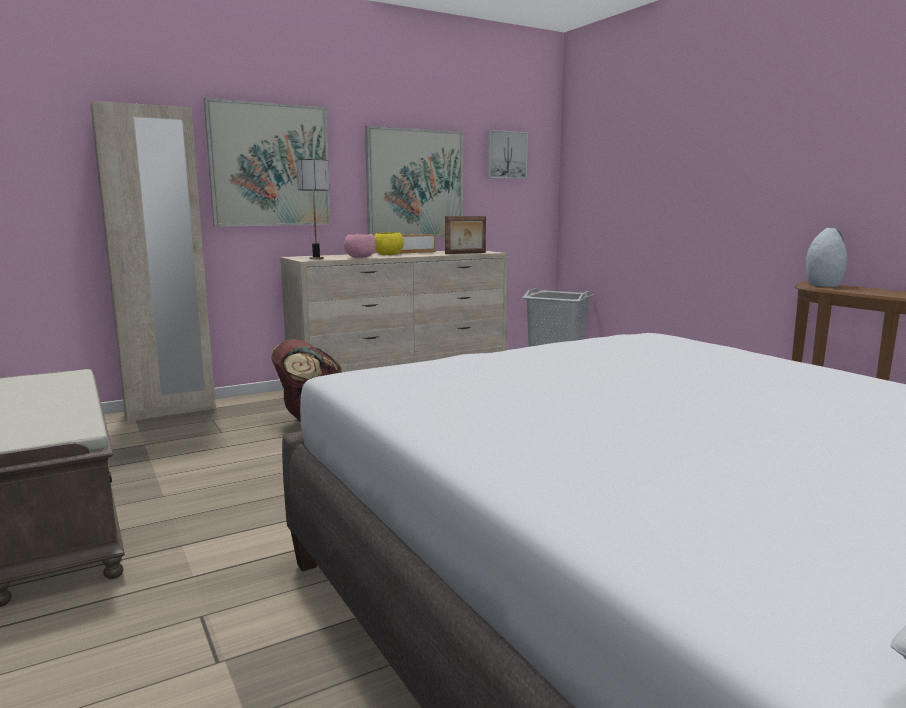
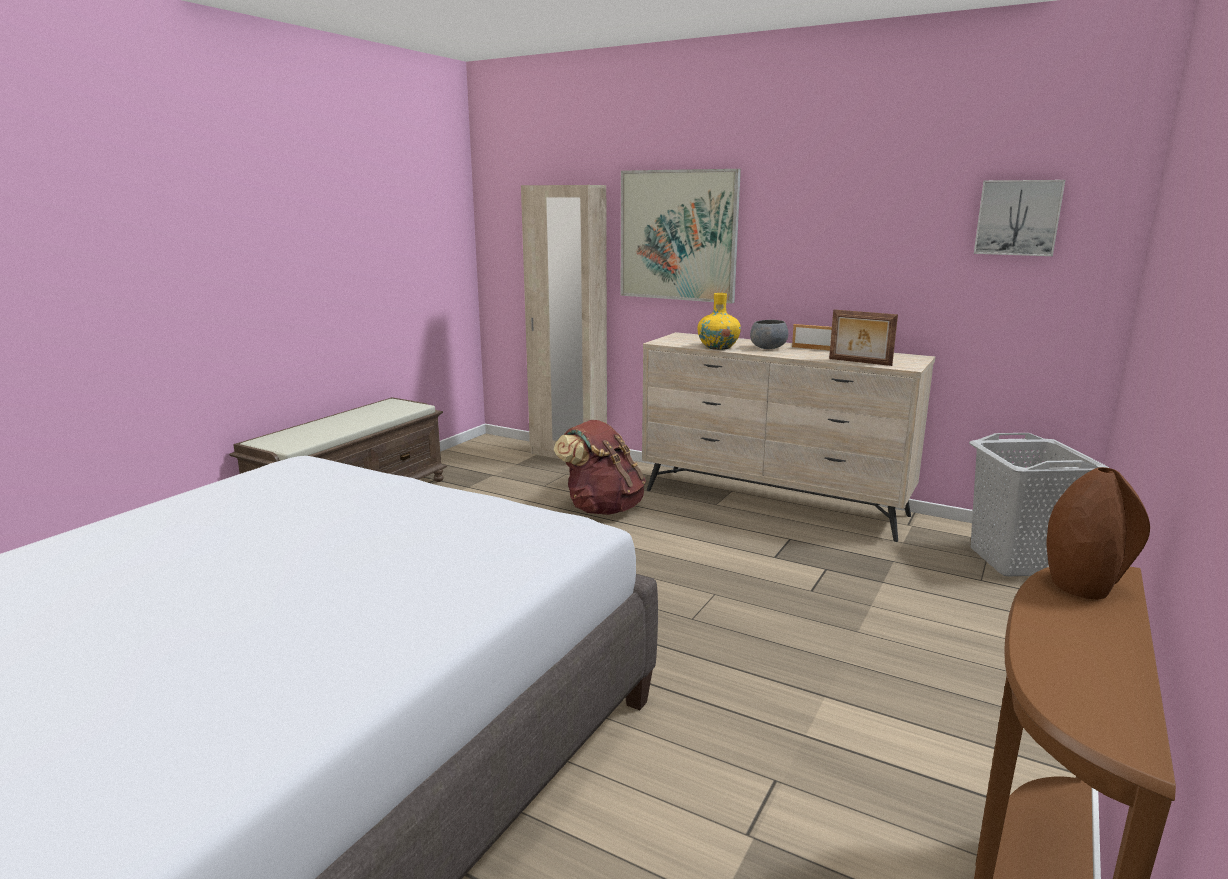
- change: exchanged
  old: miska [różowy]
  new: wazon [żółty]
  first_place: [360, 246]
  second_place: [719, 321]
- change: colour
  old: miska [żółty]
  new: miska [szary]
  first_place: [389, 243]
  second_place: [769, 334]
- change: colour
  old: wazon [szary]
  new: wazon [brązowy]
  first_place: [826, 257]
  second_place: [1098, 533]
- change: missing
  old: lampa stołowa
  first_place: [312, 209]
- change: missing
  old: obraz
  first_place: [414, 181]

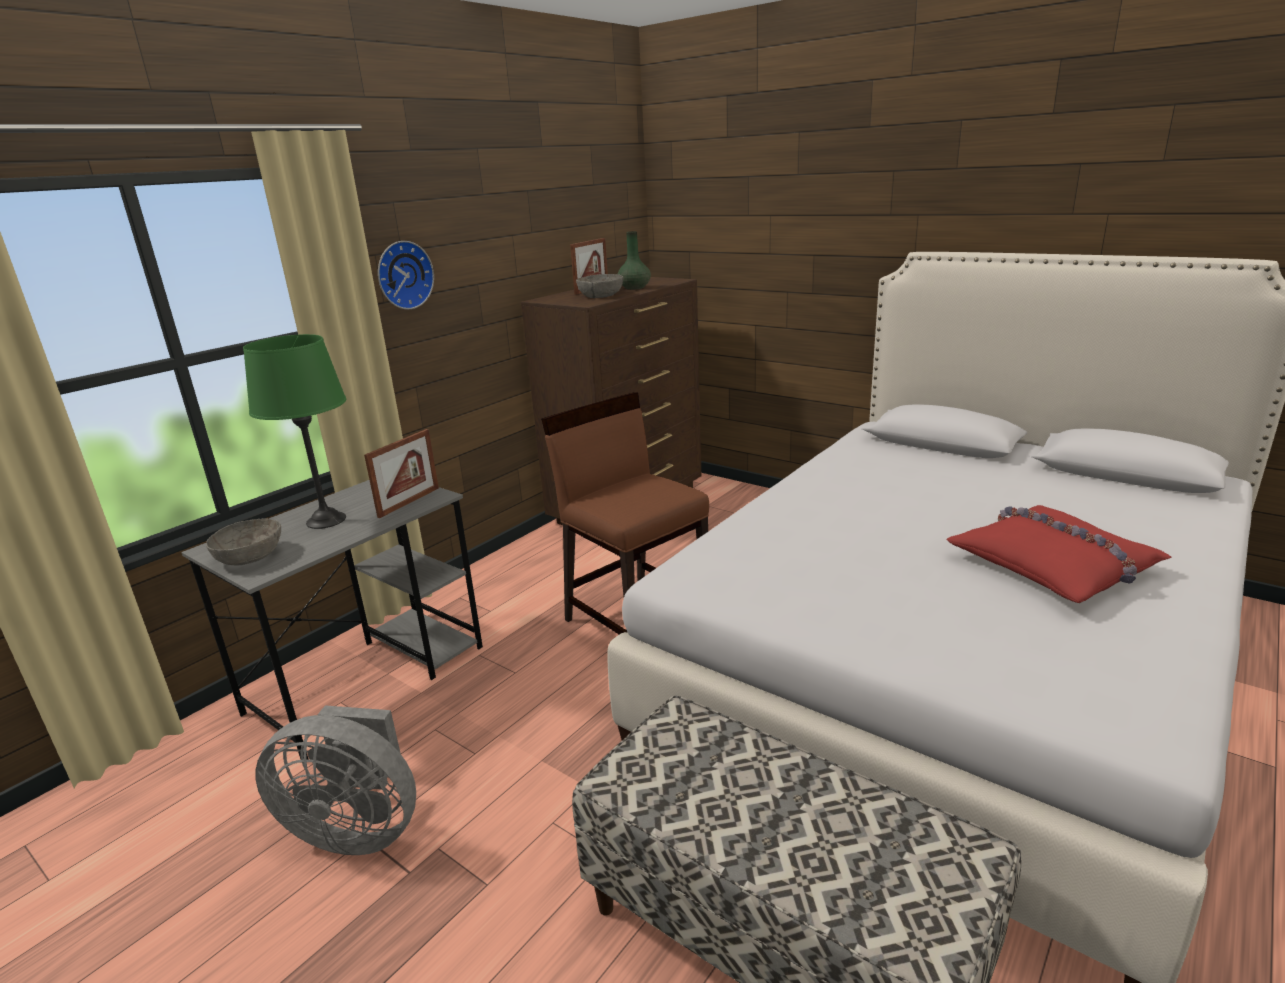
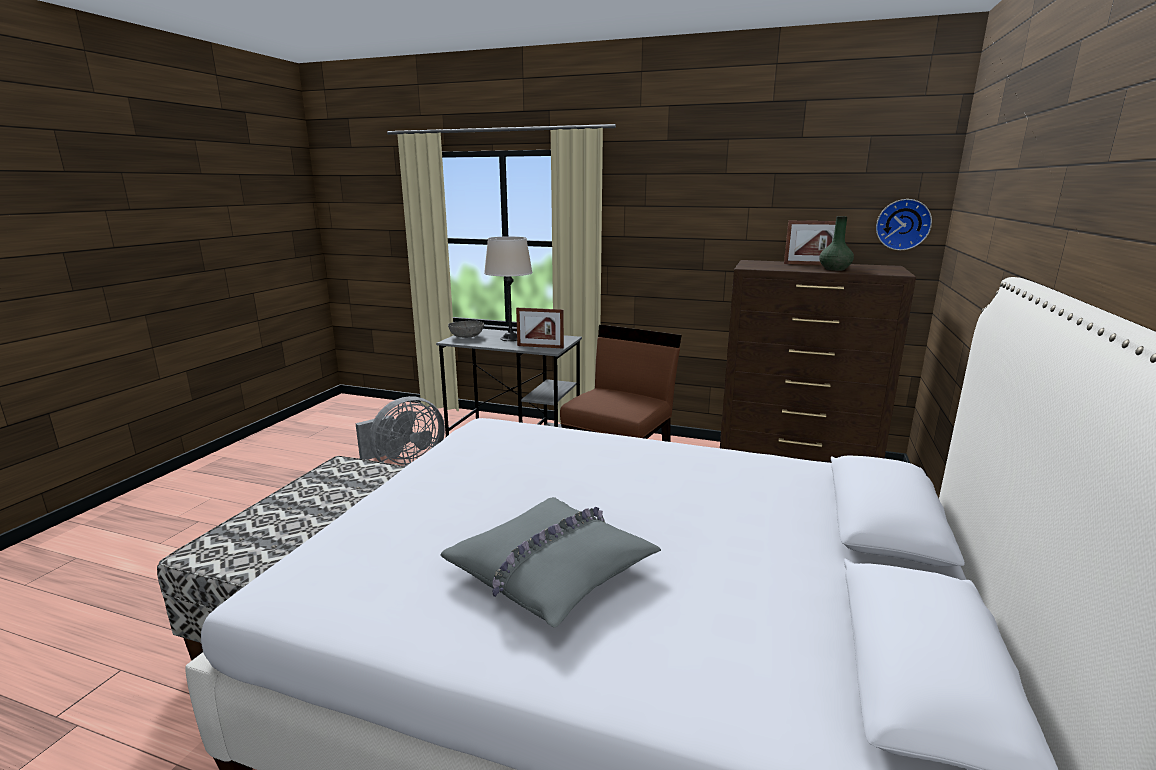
- change: spun
  old: wentylator [szary]
  first_place: [335, 780]
  second_place: [400, 431]
  degrees: -120
- change: colour
  old: poduszka [czerwony]
  new: poduszka [szary]
  first_place: [1058, 554]
  second_place: [550, 562]
- change: colour
  old: lampa stołowa [zielony]
  new: lampa stołowa [beżowy]
  first_place: [294, 431]
  second_place: [508, 288]
- change: relocated
  old: zegar ścienny
  first_place: [406, 275]
  second_place: [904, 224]
- change: missing
  old: miska [szary]
  first_place: [599, 286]

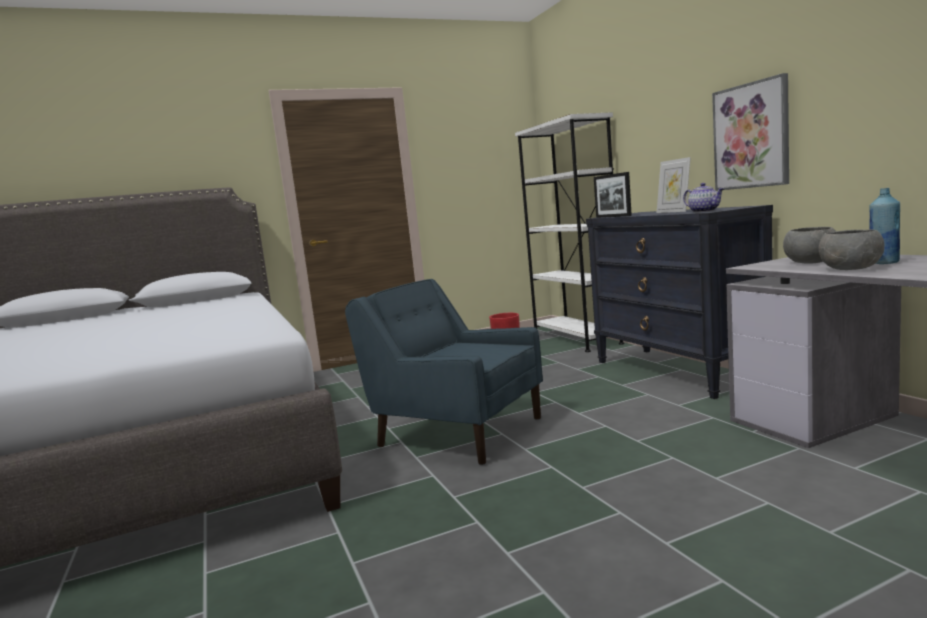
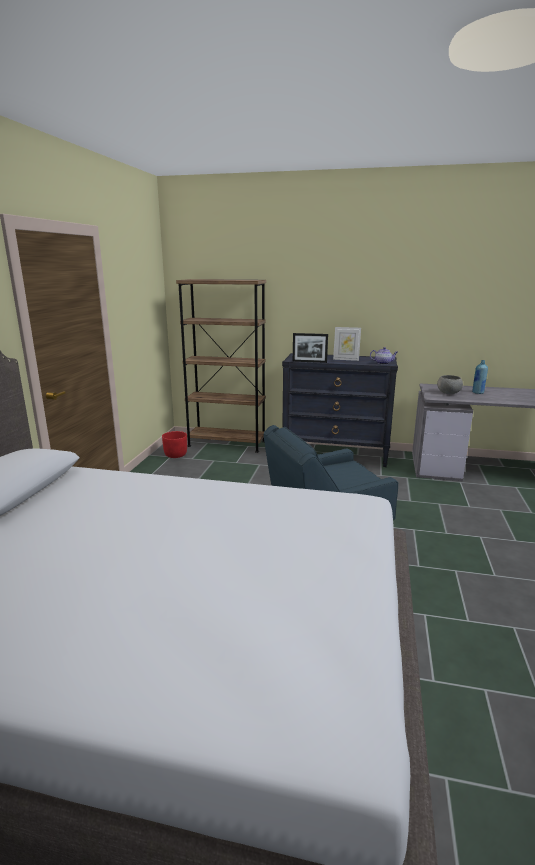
- change: colour
  old: regał [biały]
  new: regał [brązowy]
  first_place: [570, 232]
  second_place: [221, 366]
- change: missing
  old: obraz
  first_place: [750, 132]
- change: missing
  old: miska [szary]
  first_place: [851, 250]

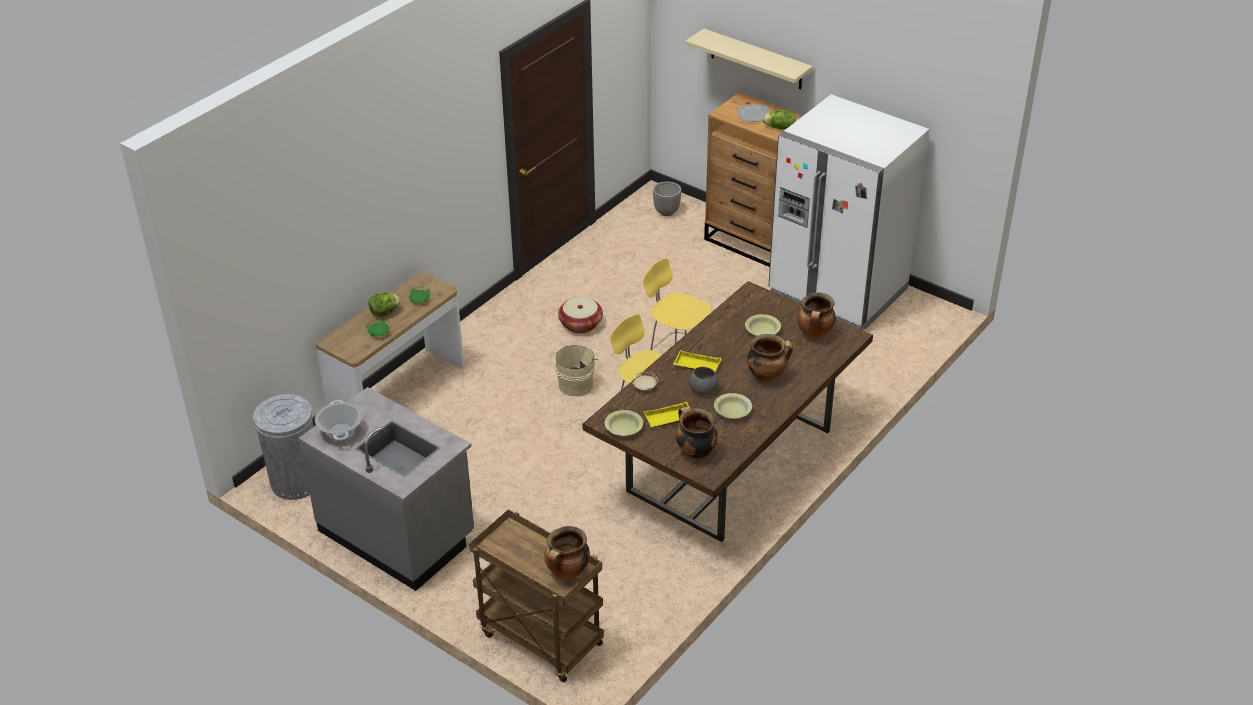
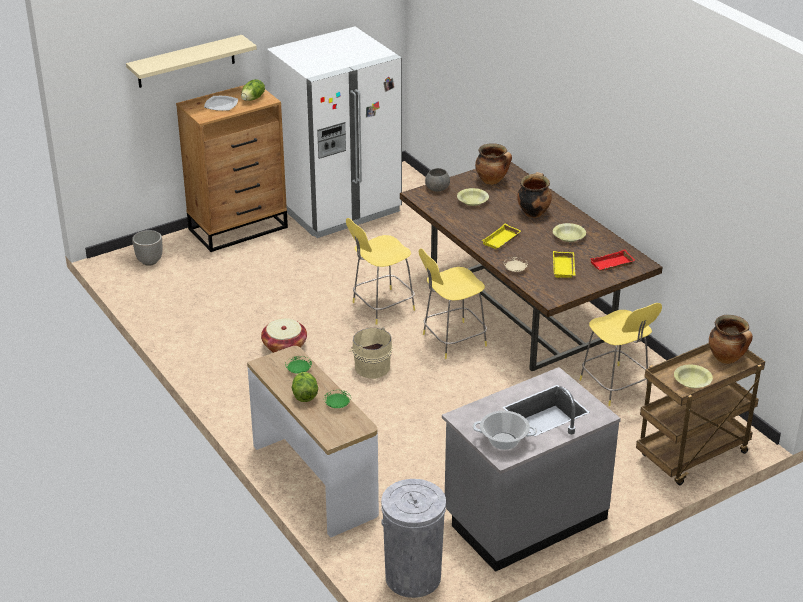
- change: relocated
  old: miska [szary]
  first_place: [704, 381]
  second_place: [437, 179]
- change: appeared
  new: stołek [żółty]
  second_place: [621, 354]
- change: exchanged
  old: garnek
  new: taca [czerwony]
  first_place: [697, 433]
  second_place: [612, 260]
- change: relocated
  old: miska [żółty]
  first_place: [624, 423]
  second_place: [693, 376]

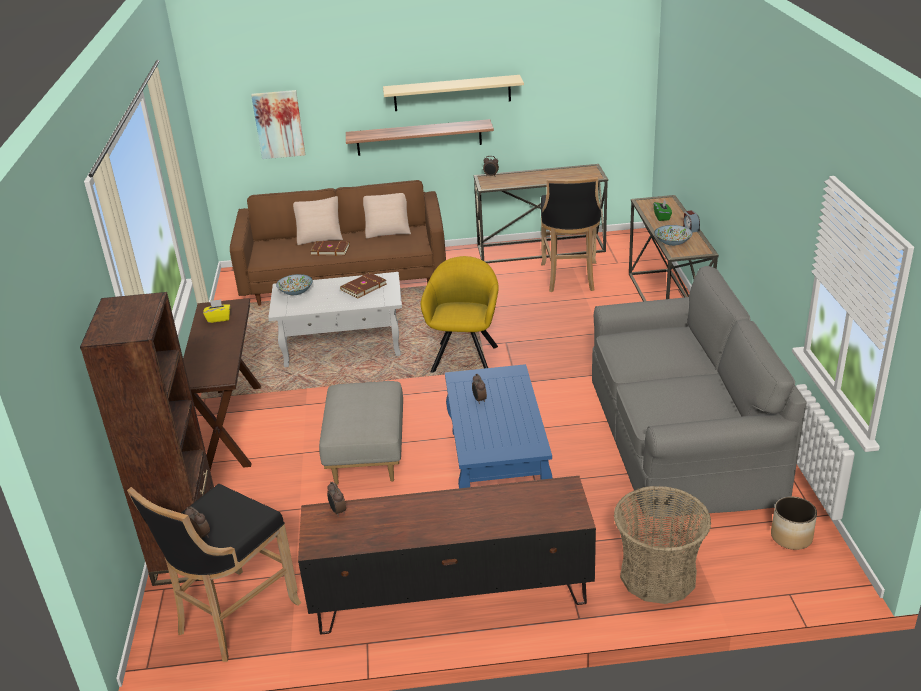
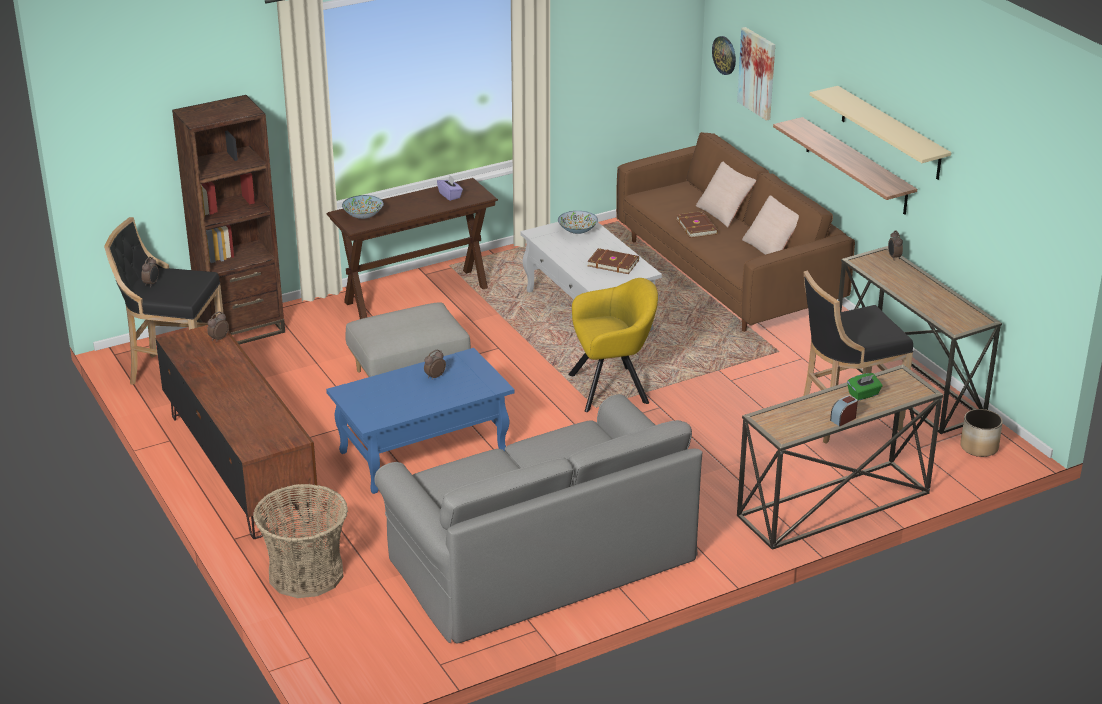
- change: relocated
  old: miska
  first_place: [673, 235]
  second_place: [363, 207]
- change: colour
  old: pudełko chusteczek [żółty]
  new: pudełko chusteczek [fioletowy]
  first_place: [216, 311]
  second_place: [450, 188]
- change: appeared
  new: zegar ścienny
  second_place: [724, 55]
- change: relocated
  old: donica
  first_place: [794, 523]
  second_place: [981, 433]

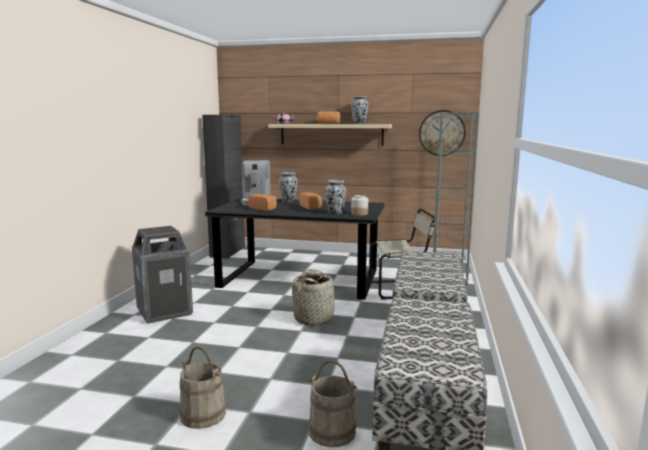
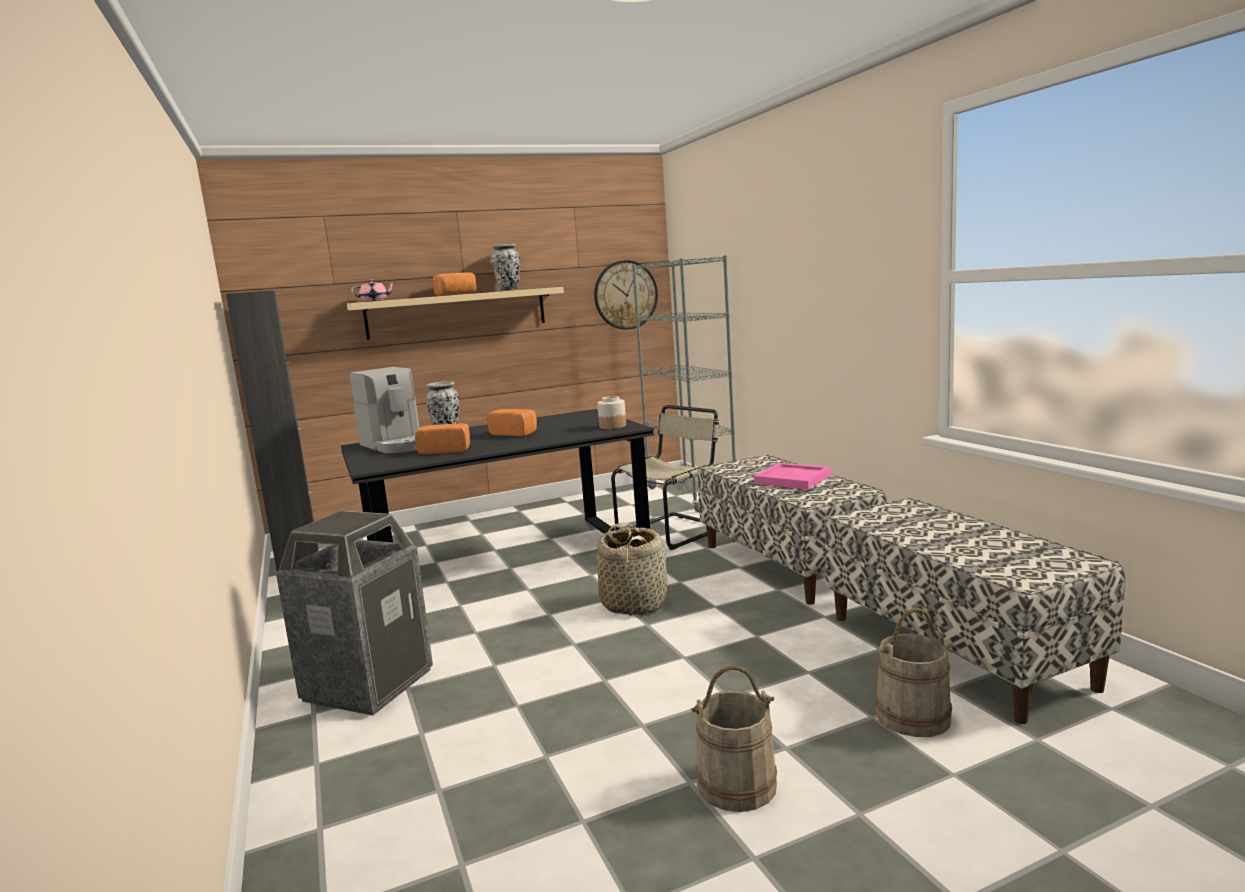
- change: appeared
  new: taca [różowy]
  second_place: [792, 476]
- change: missing
  old: wazon
  first_place: [335, 197]

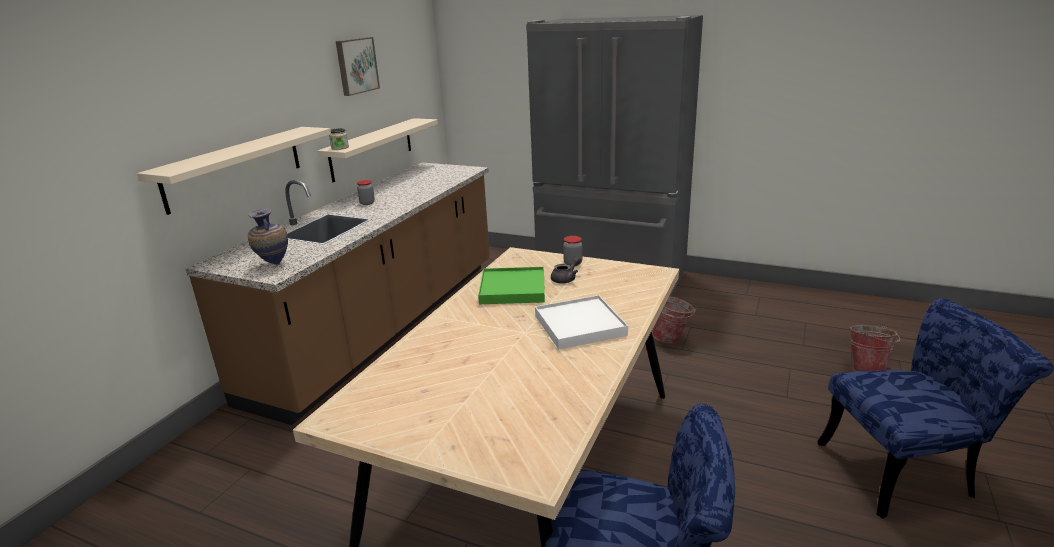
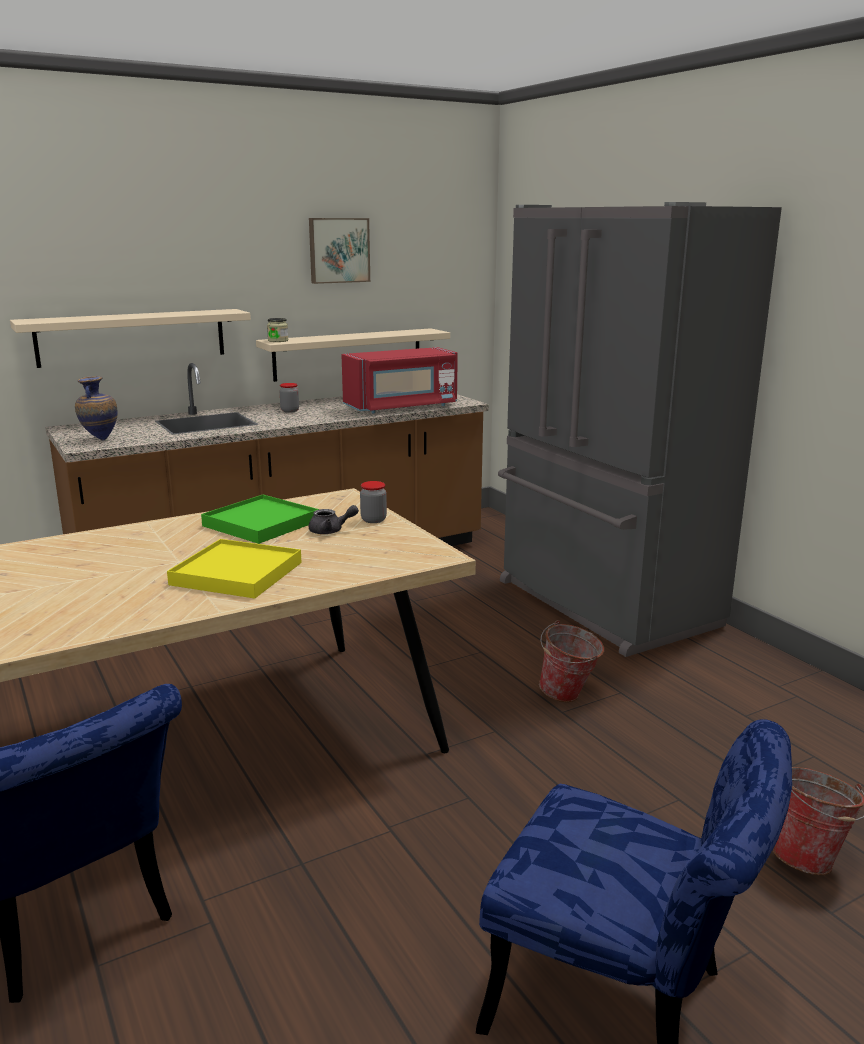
- change: colour
  old: taca [biały]
  new: taca [żółty]
  first_place: [581, 322]
  second_place: [234, 569]
- change: appeared
  new: mikrofalówka [czerwony]
  second_place: [399, 380]

